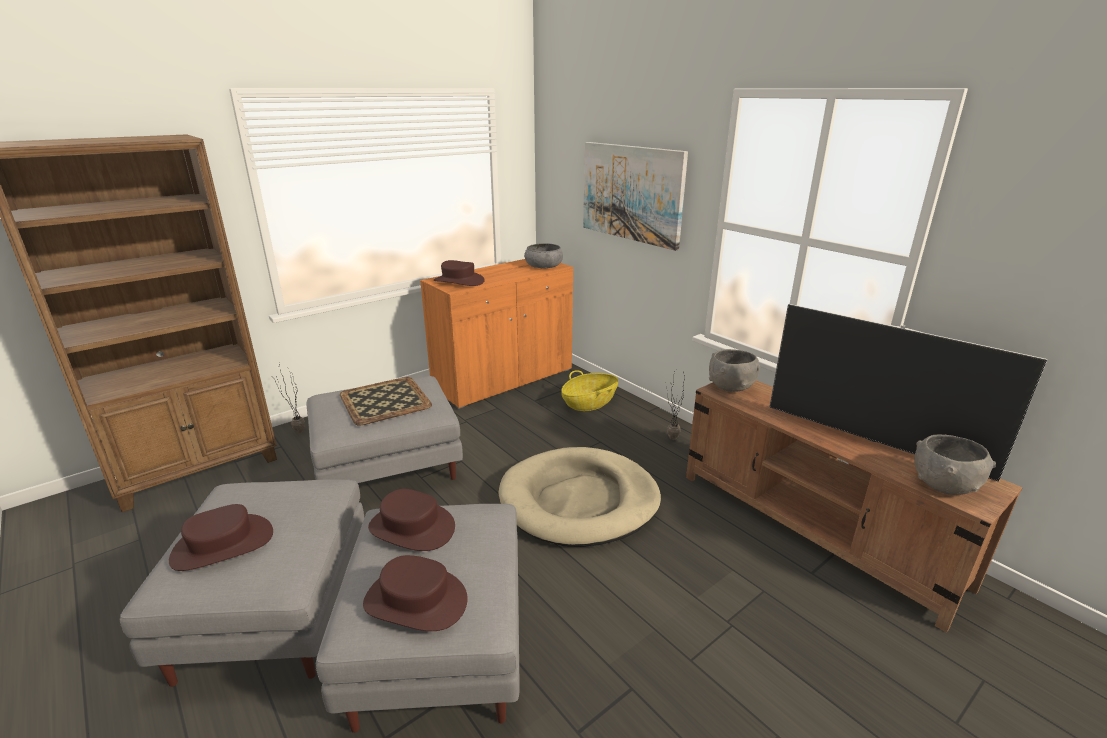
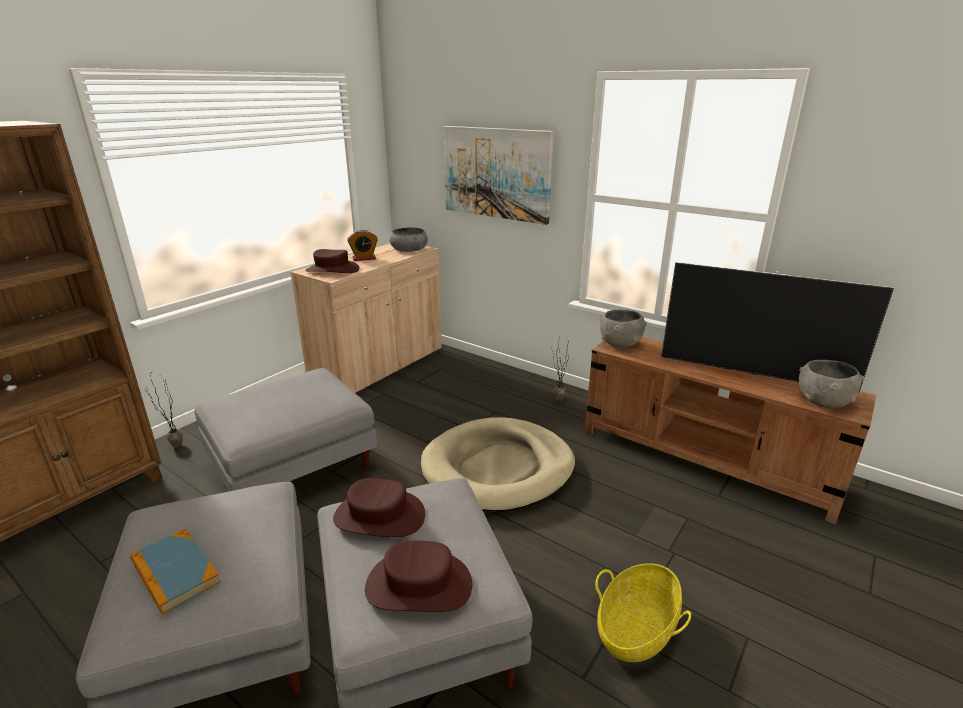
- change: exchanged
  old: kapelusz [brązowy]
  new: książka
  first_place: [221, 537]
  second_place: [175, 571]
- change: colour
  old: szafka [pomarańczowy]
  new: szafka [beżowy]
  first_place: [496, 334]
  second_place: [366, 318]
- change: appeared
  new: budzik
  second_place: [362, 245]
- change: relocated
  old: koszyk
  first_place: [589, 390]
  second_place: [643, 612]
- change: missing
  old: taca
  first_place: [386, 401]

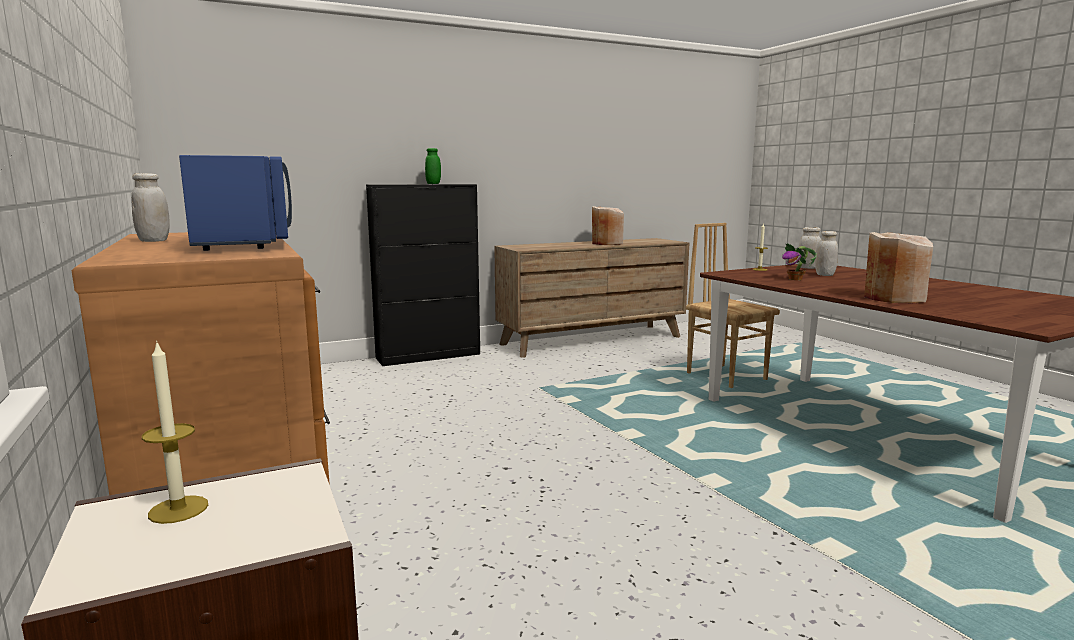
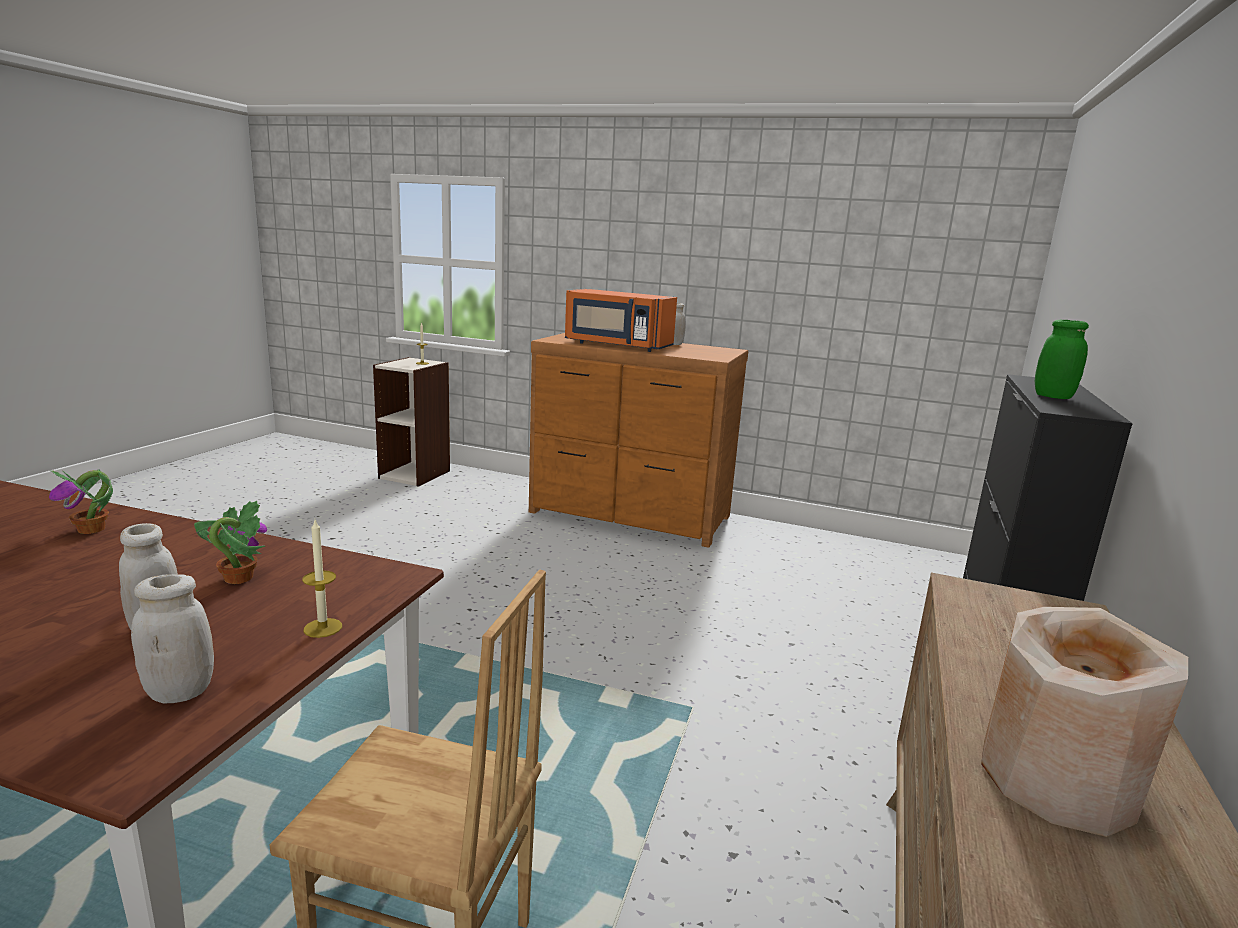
- change: exchanged
  old: wazon [beżowy]
  new: roślina doniczkowa
  first_place: [898, 267]
  second_place: [81, 501]
- change: colour
  old: mikrofalówka [niebieski]
  new: mikrofalówka [pomarańczowy]
  first_place: [235, 203]
  second_place: [621, 320]

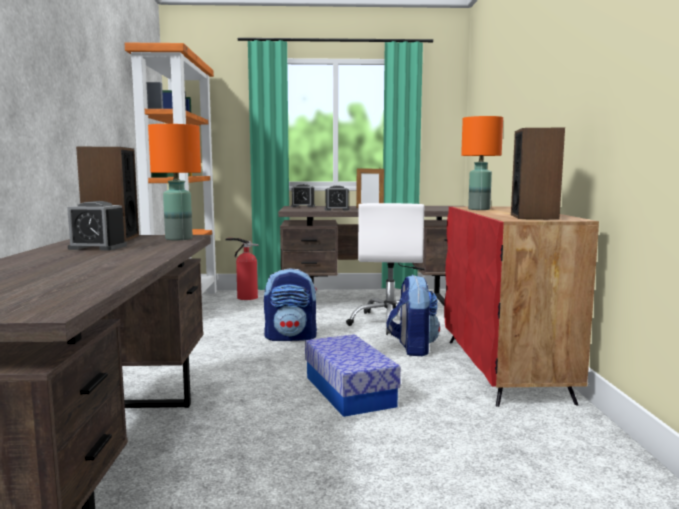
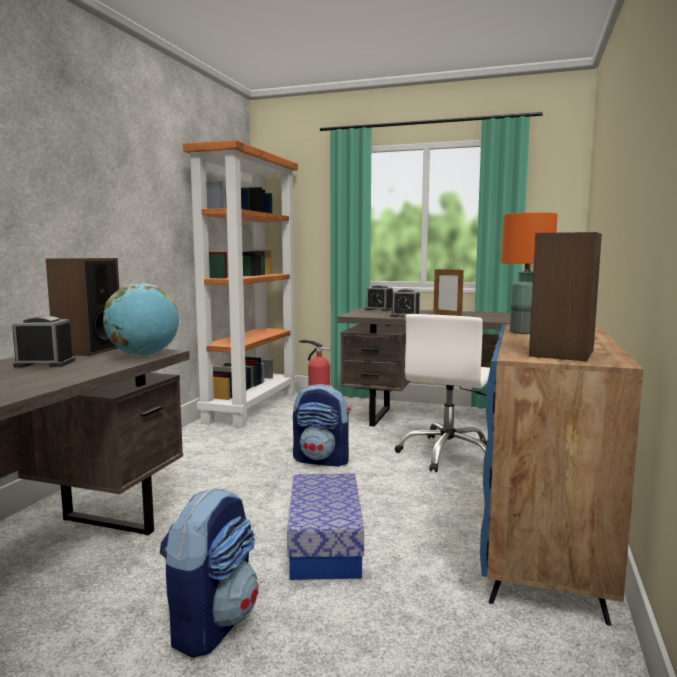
- change: spun
  old: budzik
  first_place: [97, 226]
  second_place: [44, 341]
  degrees: 150
- change: exchanged
  old: lampa stołowa [pomarańczowy]
  new: globus
  first_place: [174, 182]
  second_place: [141, 319]
- change: relocated
  old: plecak
  first_place: [413, 315]
  second_place: [209, 573]
- change: colour
  old: szafka [czerwony]
  new: szafka [niebieski]
  first_place: [521, 306]
  second_place: [561, 475]

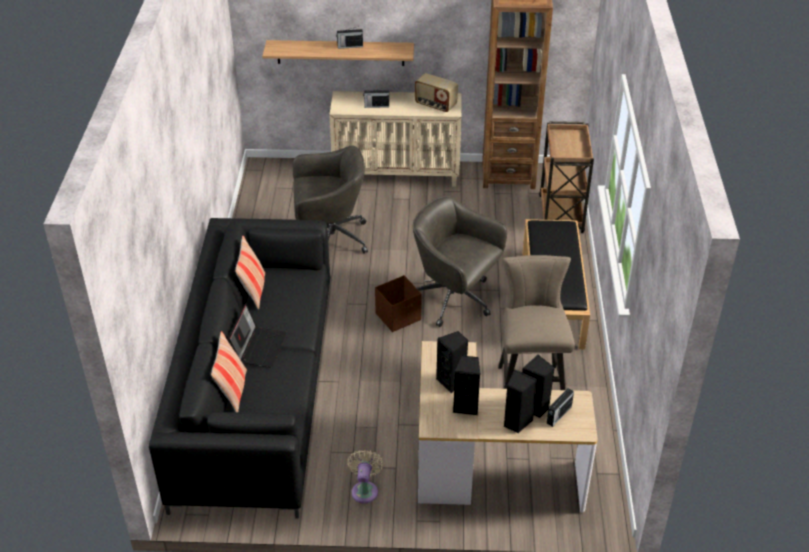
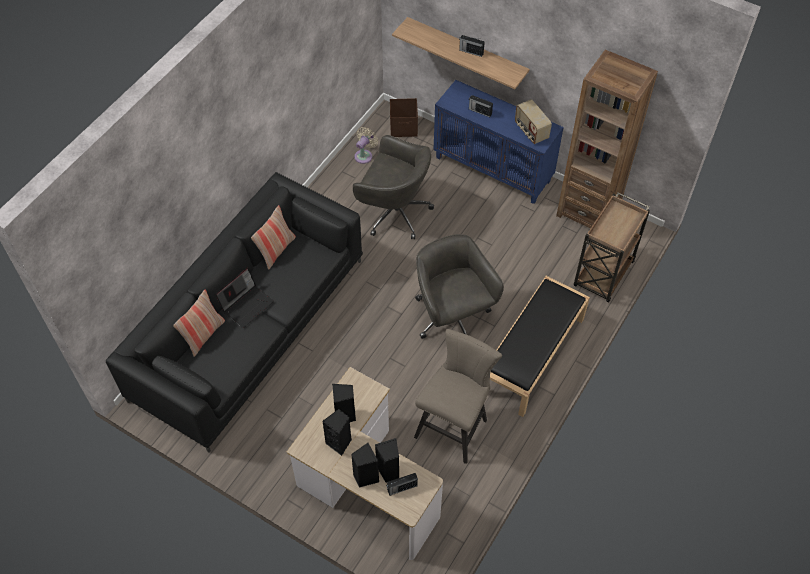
- change: relocated
  old: wentylator [beżowy]
  first_place: [365, 476]
  second_place: [366, 145]
- change: relocated
  old: pojemnik do przechowywania [brązowy]
  first_place: [398, 303]
  second_place: [404, 117]
- change: colour
  old: szafka [beżowy]
  new: szafka [niebieski]
  first_place: [395, 139]
  second_place: [499, 142]

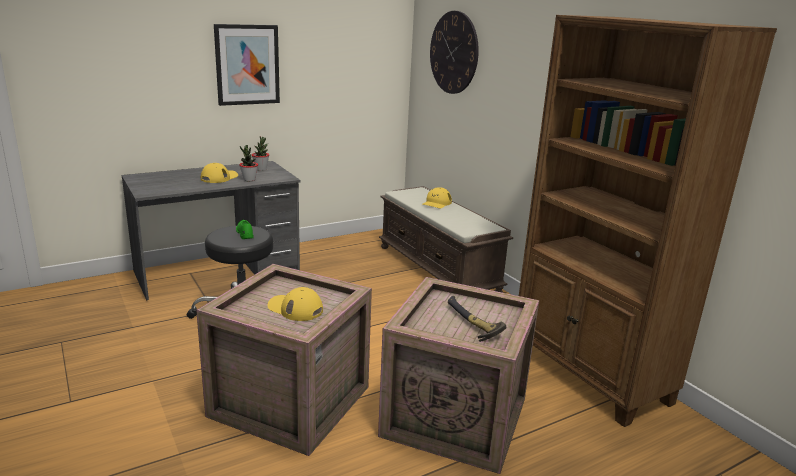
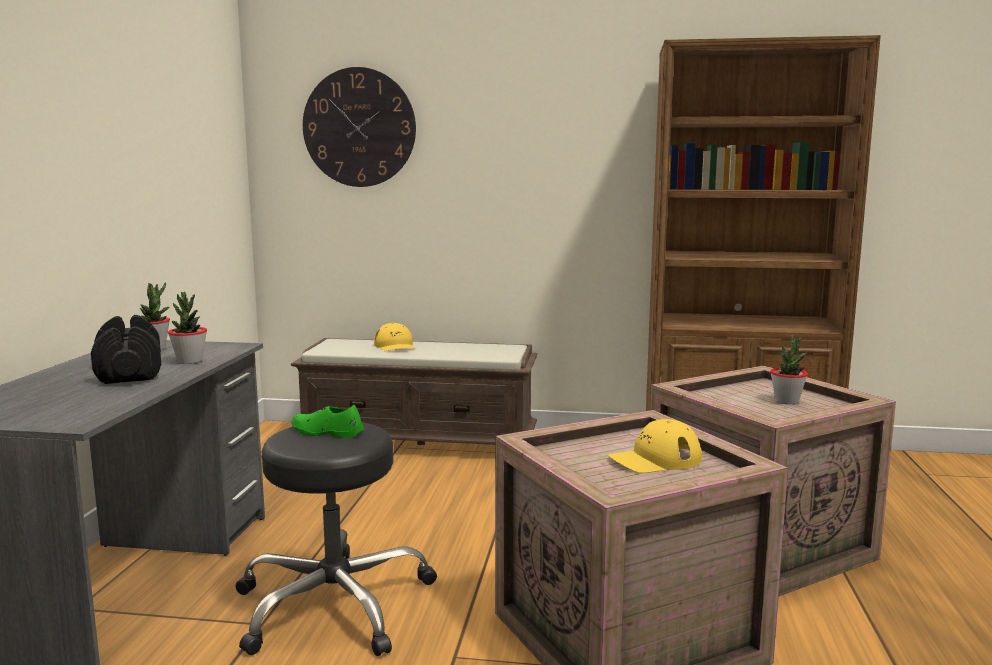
- change: exchanged
  old: czapka z daszkiem [żółty]
  new: hantel [czarny]
  first_place: [219, 173]
  second_place: [126, 349]
- change: exchanged
  old: młotek
  new: roślina doniczkowa
  first_place: [477, 319]
  second_place: [789, 370]
- change: missing
  old: obraz
  first_place: [247, 65]

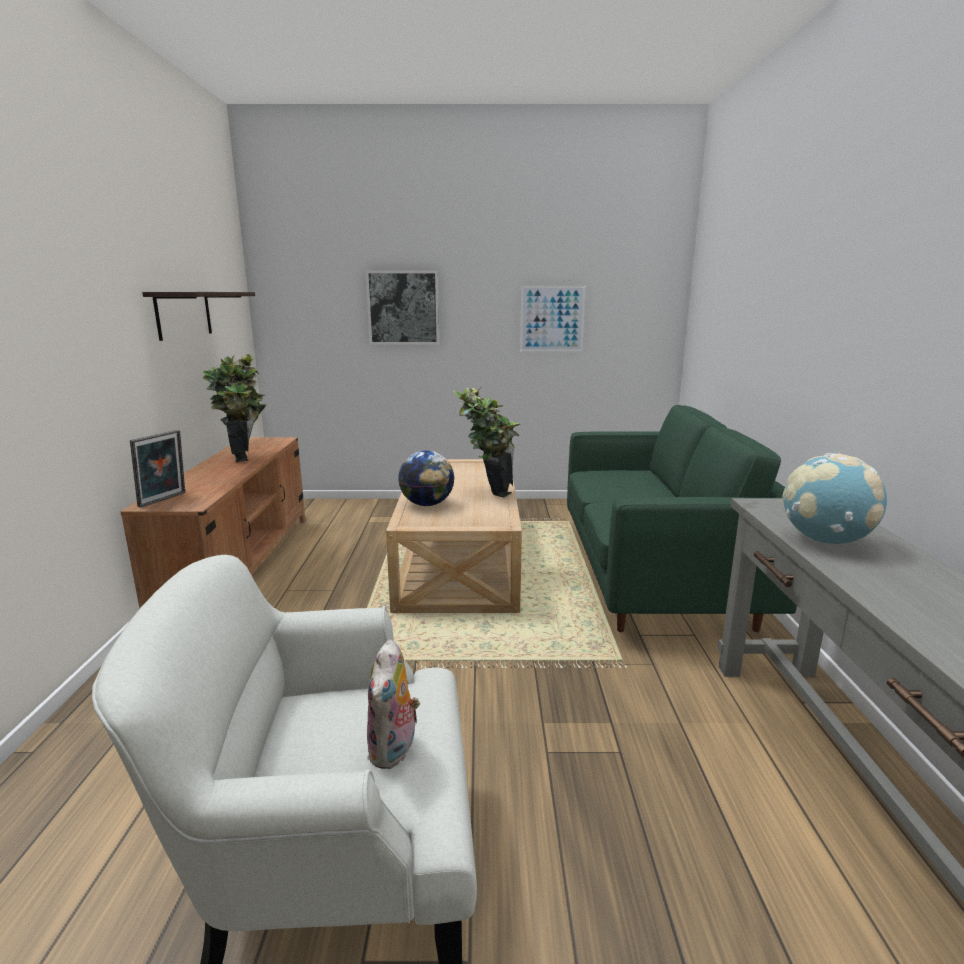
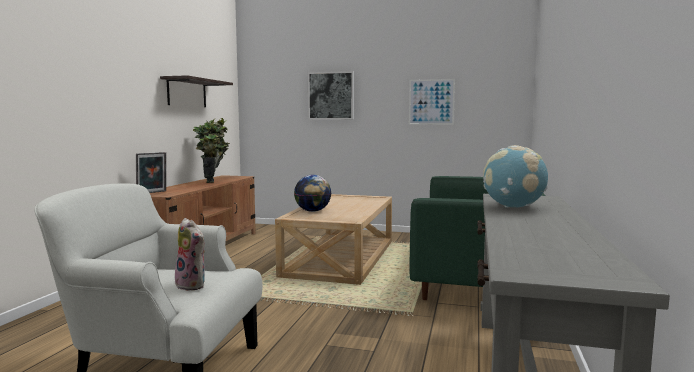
- change: spun
  old: pluszak
  first_place: [393, 704]
  second_place: [190, 254]
  degrees: -75
- change: missing
  old: roślina doniczkowa
  first_place: [486, 441]

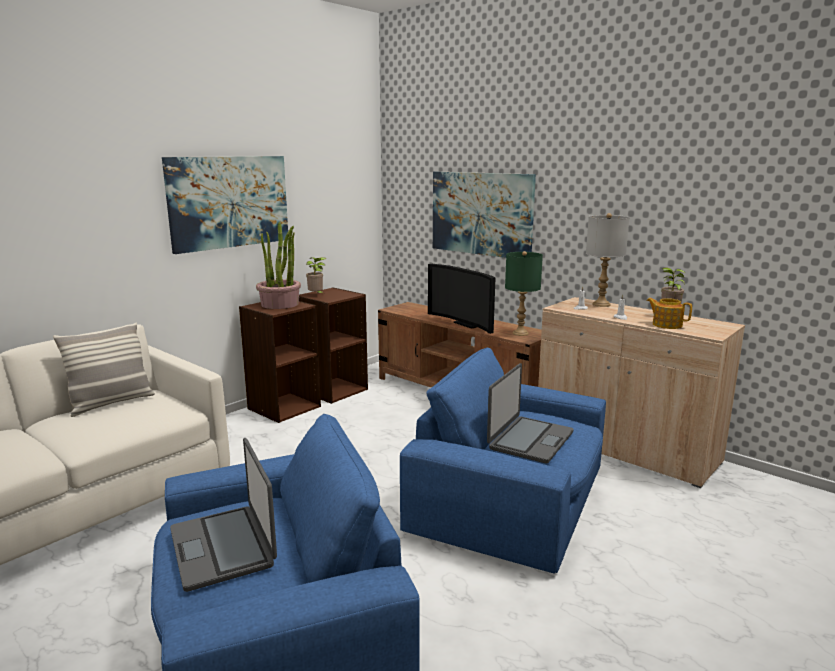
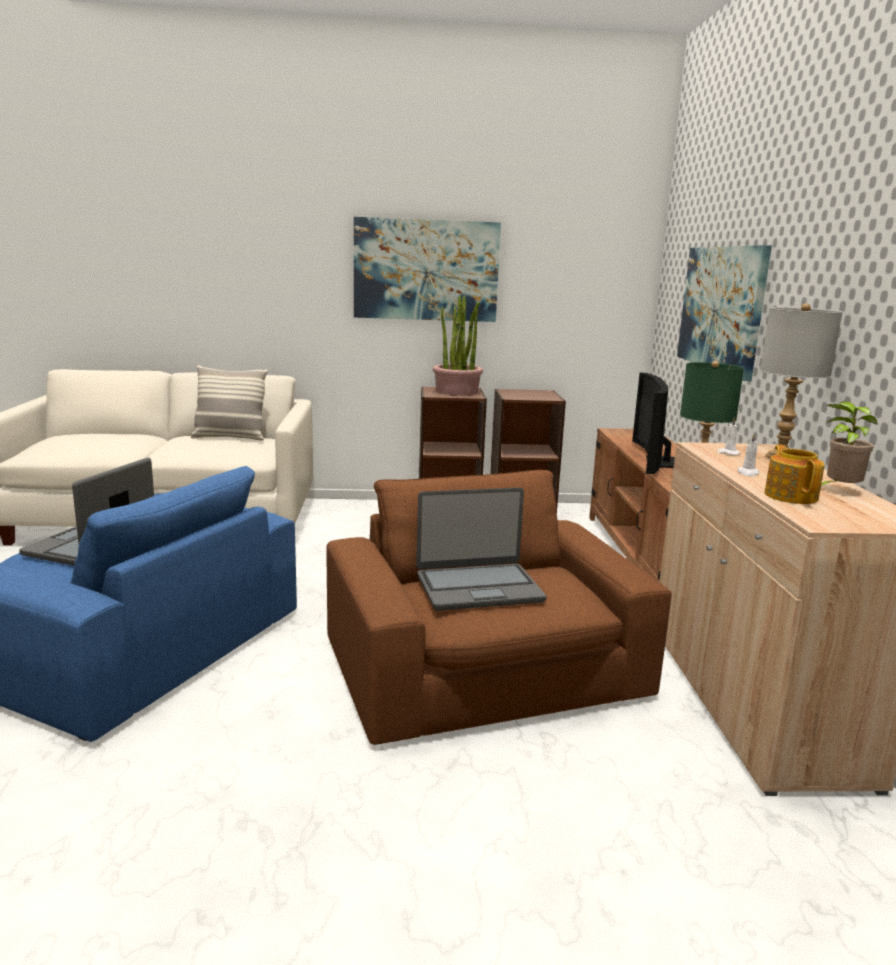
- change: colour
  old: fotel [niebieski]
  new: fotel [brązowy]
  first_place: [503, 460]
  second_place: [499, 607]
- change: missing
  old: roślina doniczkowa
  first_place: [316, 275]

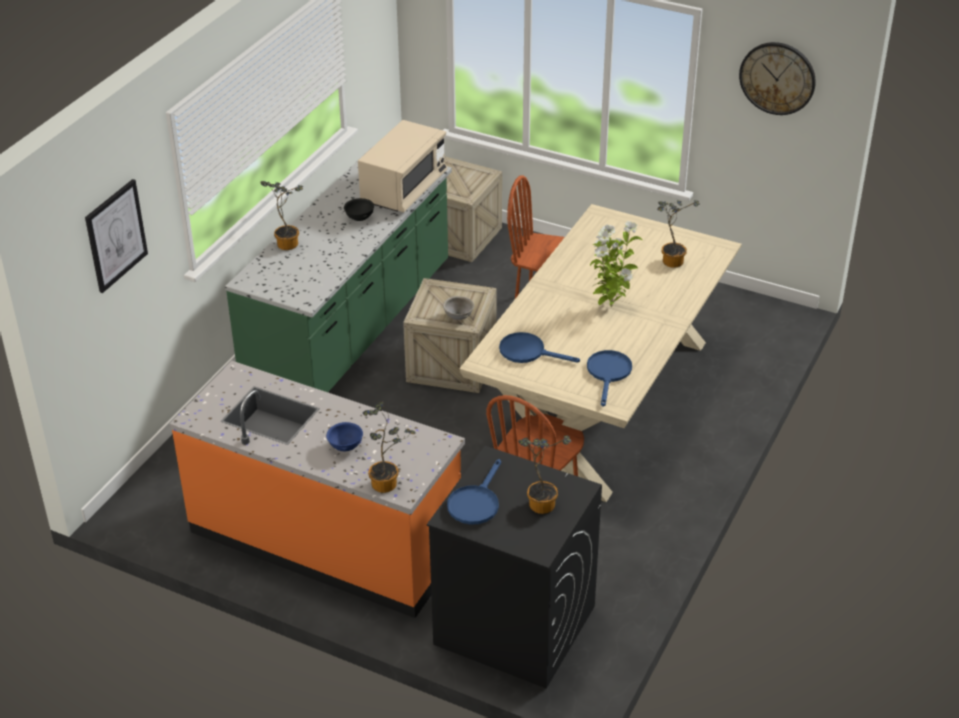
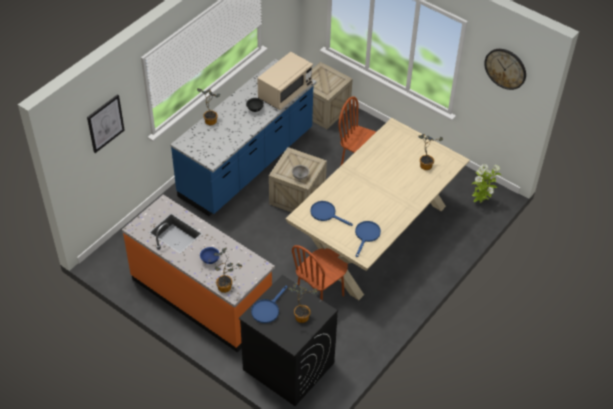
- change: colour
  old: zabudowa kuchenna [zielony]
  new: zabudowa kuchenna [niebieski]
  first_place: [338, 269]
  second_place: [243, 137]
- change: relocated
  old: roślina doniczkowa
  first_place: [616, 264]
  second_place: [487, 183]

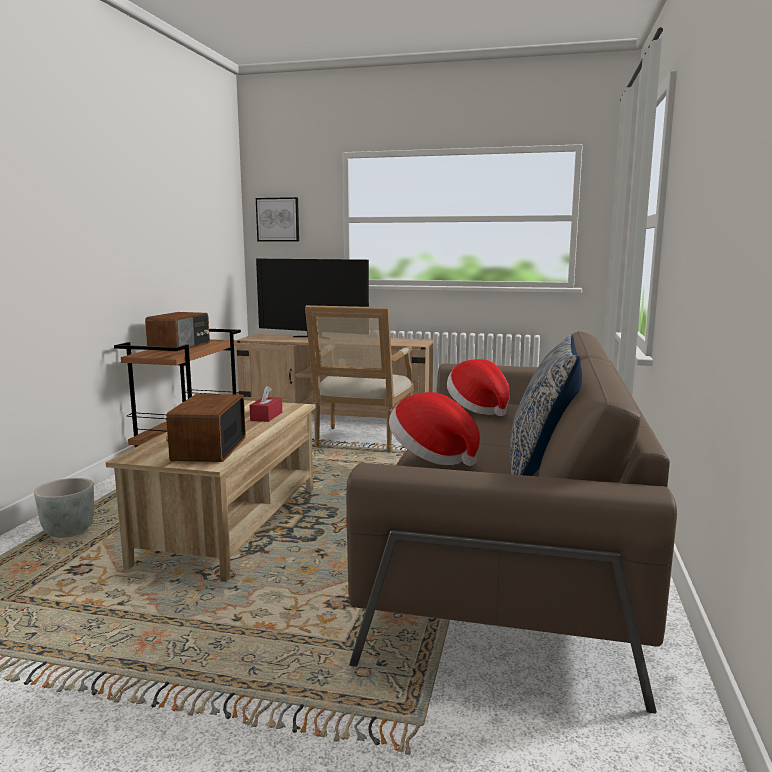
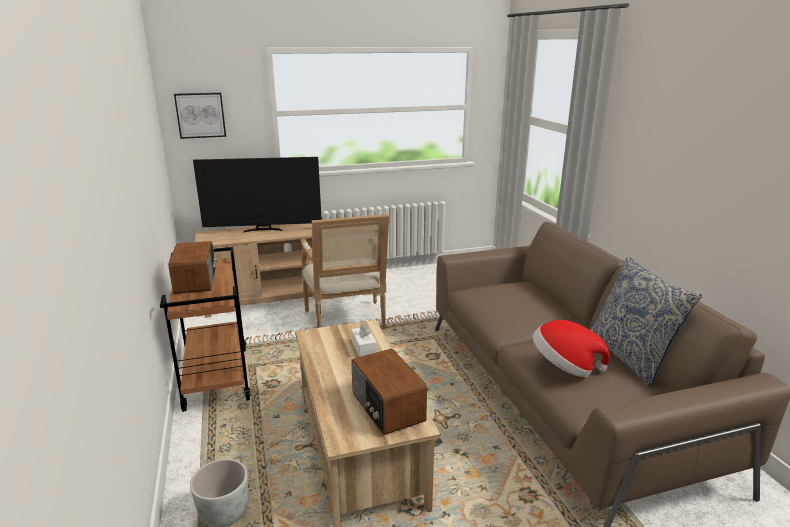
- change: colour
  old: pudełko chusteczek [czerwony]
  new: pudełko chusteczek [biały]
  first_place: [265, 404]
  second_place: [364, 339]
- change: missing
  old: kapelusz
  first_place: [478, 387]

